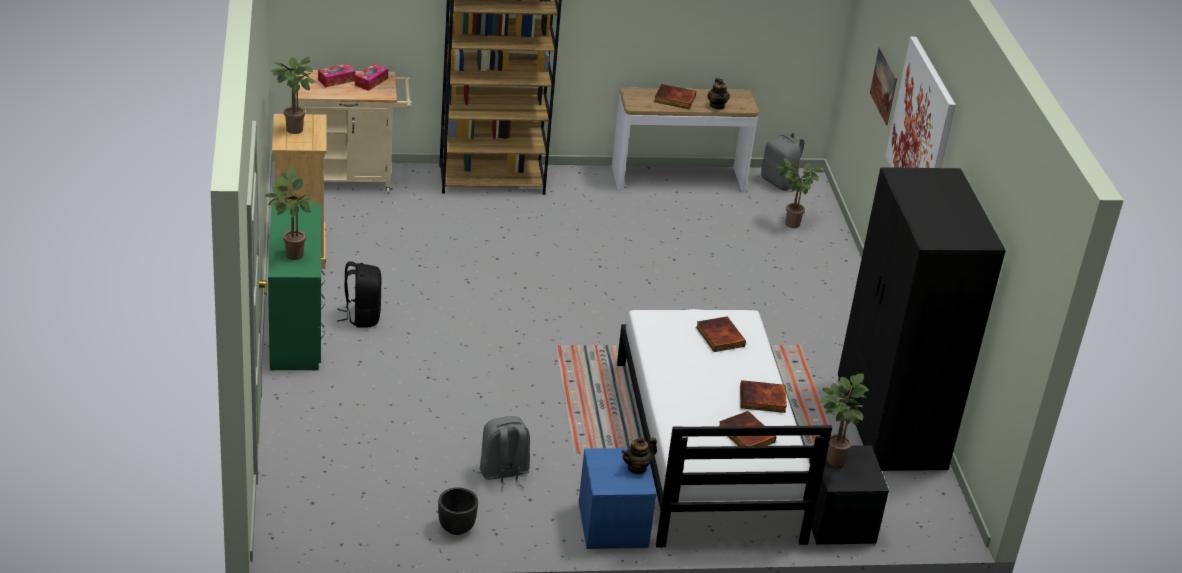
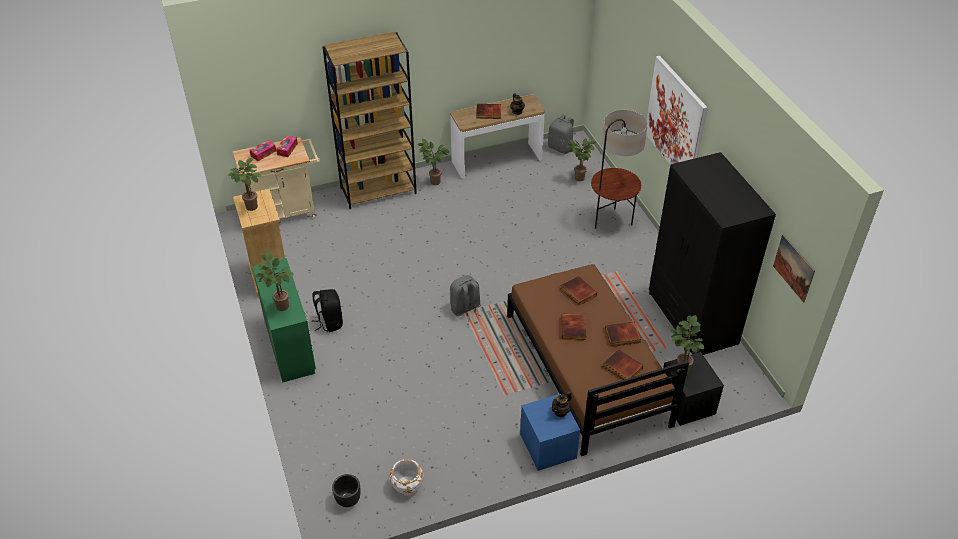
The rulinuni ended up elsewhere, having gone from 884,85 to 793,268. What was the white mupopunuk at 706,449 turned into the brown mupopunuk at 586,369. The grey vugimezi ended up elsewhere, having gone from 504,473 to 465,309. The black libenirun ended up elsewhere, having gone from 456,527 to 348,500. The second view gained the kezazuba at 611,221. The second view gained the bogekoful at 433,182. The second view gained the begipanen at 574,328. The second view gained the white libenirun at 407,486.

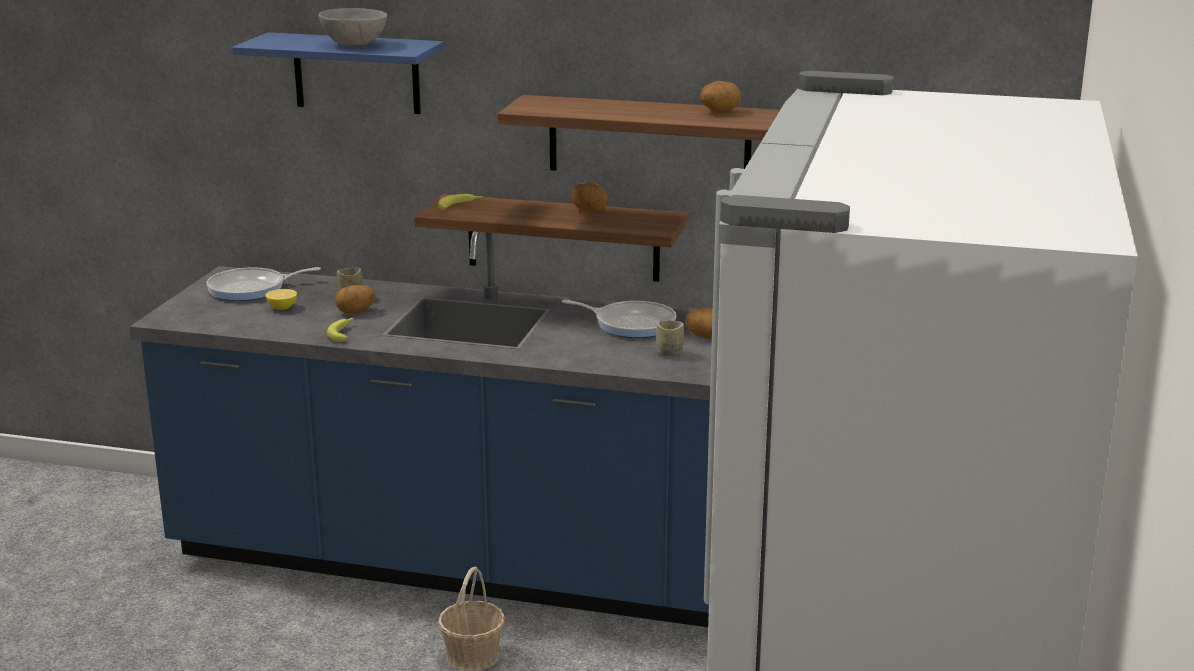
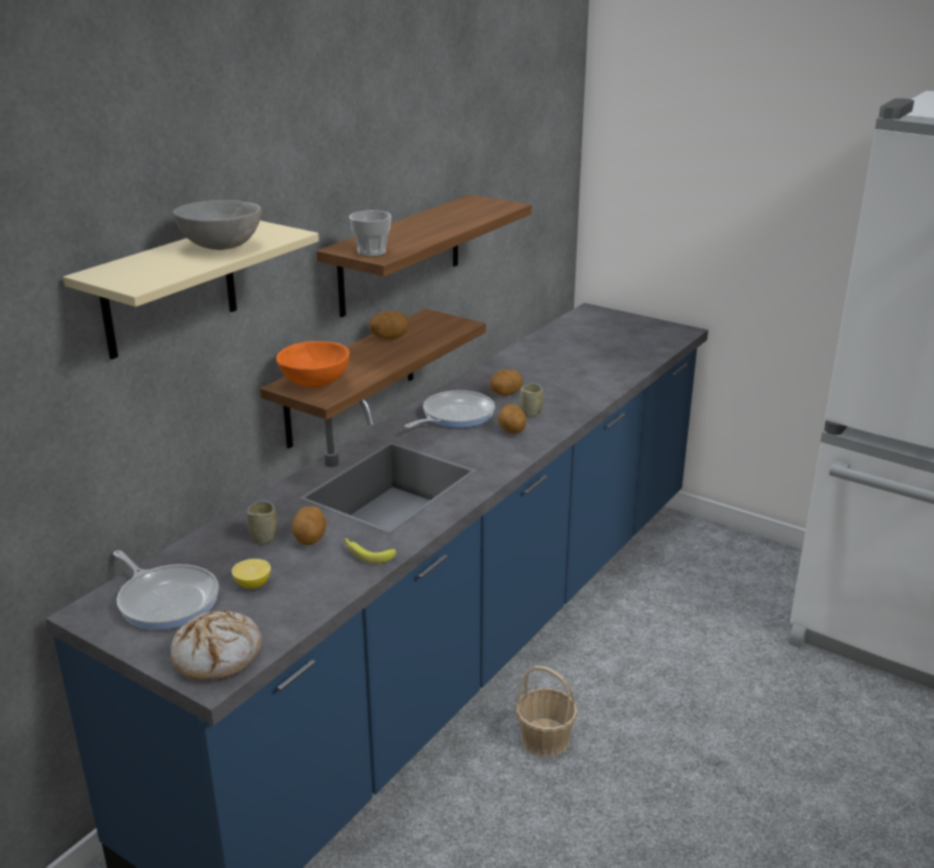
What was the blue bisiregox at 356,73 turned into the beige bisiregox at 170,289. The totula ended up elsewhere, having gone from 719,112 to 511,431. Where the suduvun stood at 460,206, the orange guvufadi came to stand at 315,384. The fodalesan at 251,289 ended up facing another way, 45 degrees counterclockwise from before. The second view gained the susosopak at 371,252. The second view gained the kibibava at 218,655.

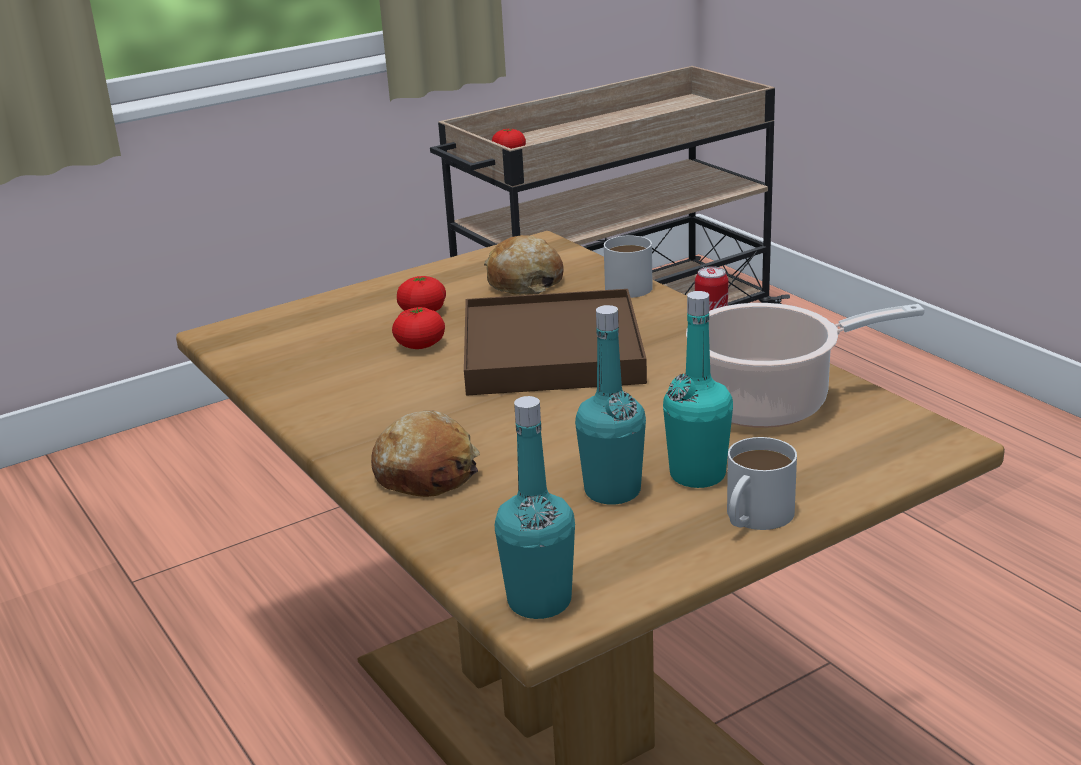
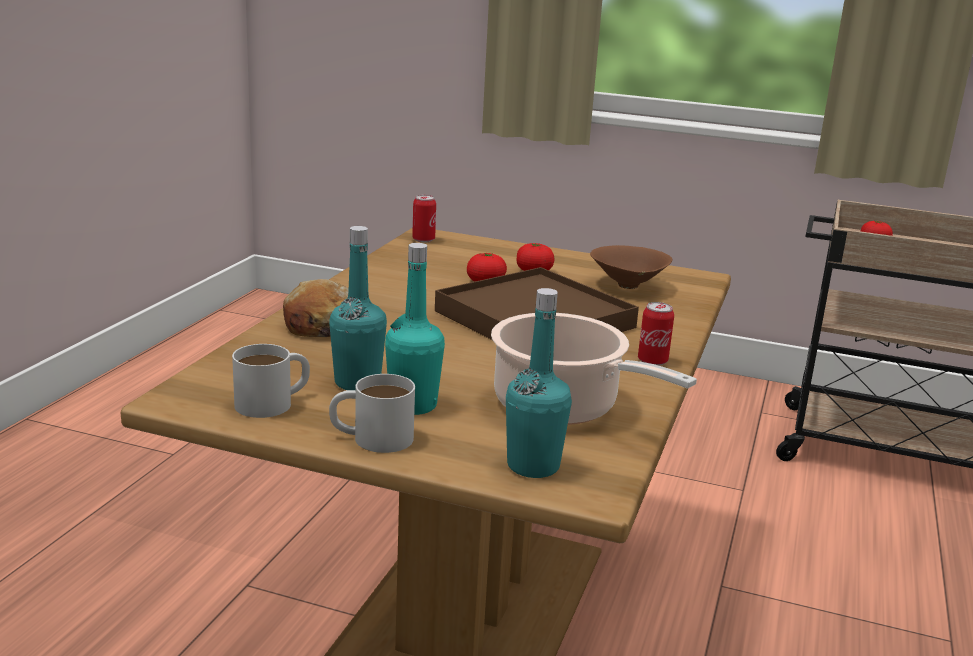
Where the kibibava stood at 524,282, the brown guvufadi came to stand at 628,287. The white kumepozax ended up elsewhere, having gone from 628,284 to 273,402. The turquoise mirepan ended up elsewhere, having gone from 539,601 to 533,466. The second view gained the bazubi at 423,240.

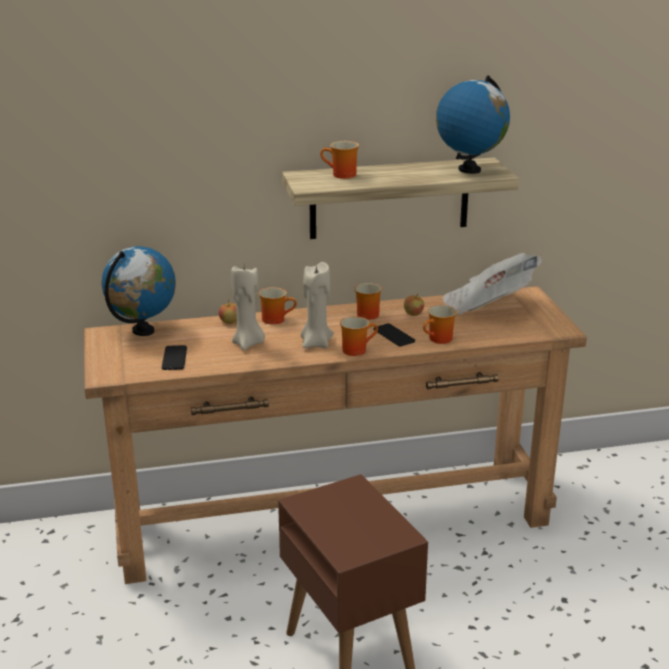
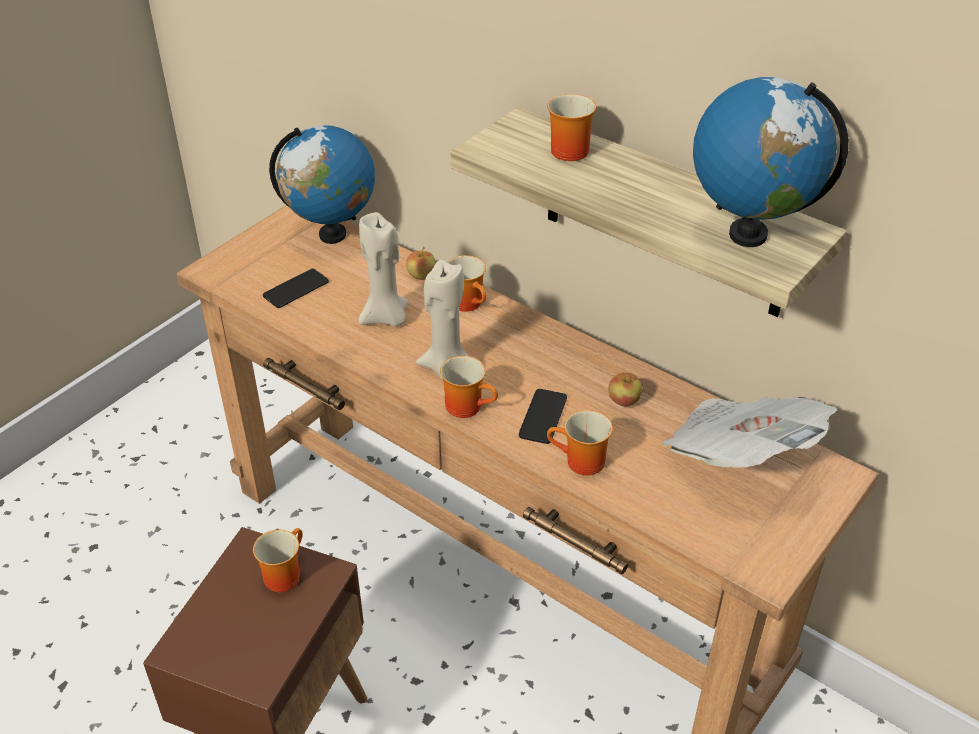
The kumepozax ended up elsewhere, having gone from 365,314 to 282,573.

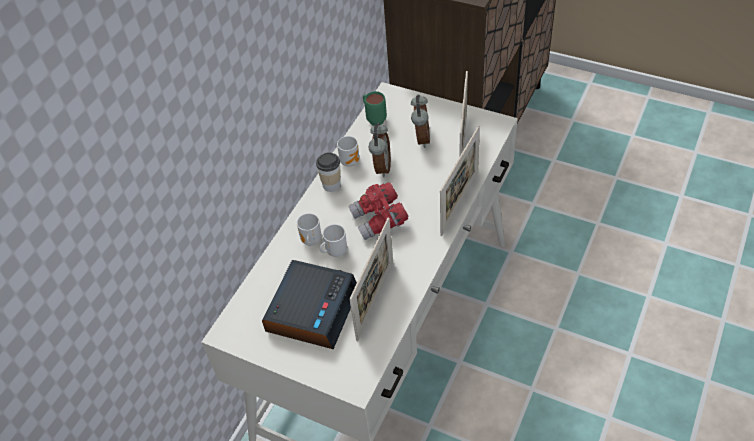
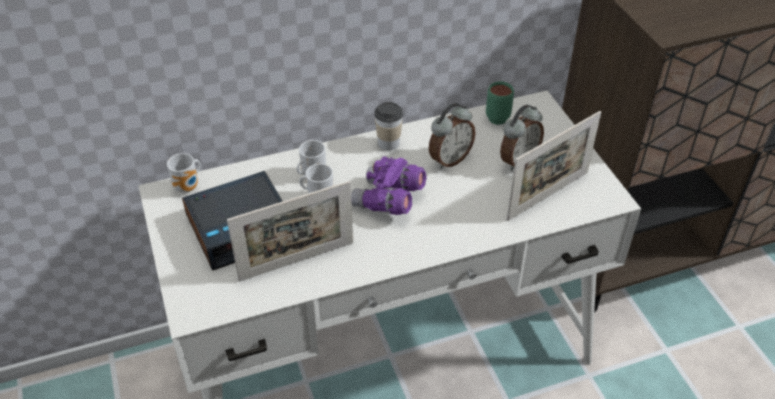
The second view lost the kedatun at 459,203. The kumepozax ended up elsewhere, having gone from 350,161 to 188,187. What was the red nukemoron at 379,220 turned into the purple nukemoron at 388,201.

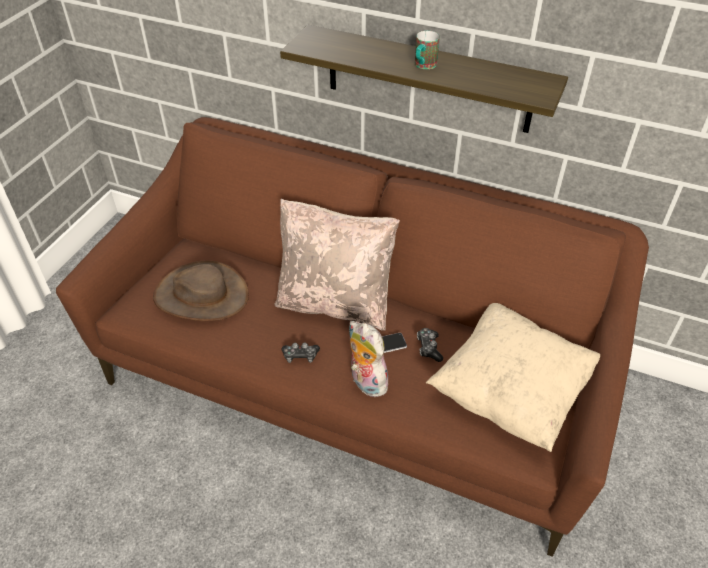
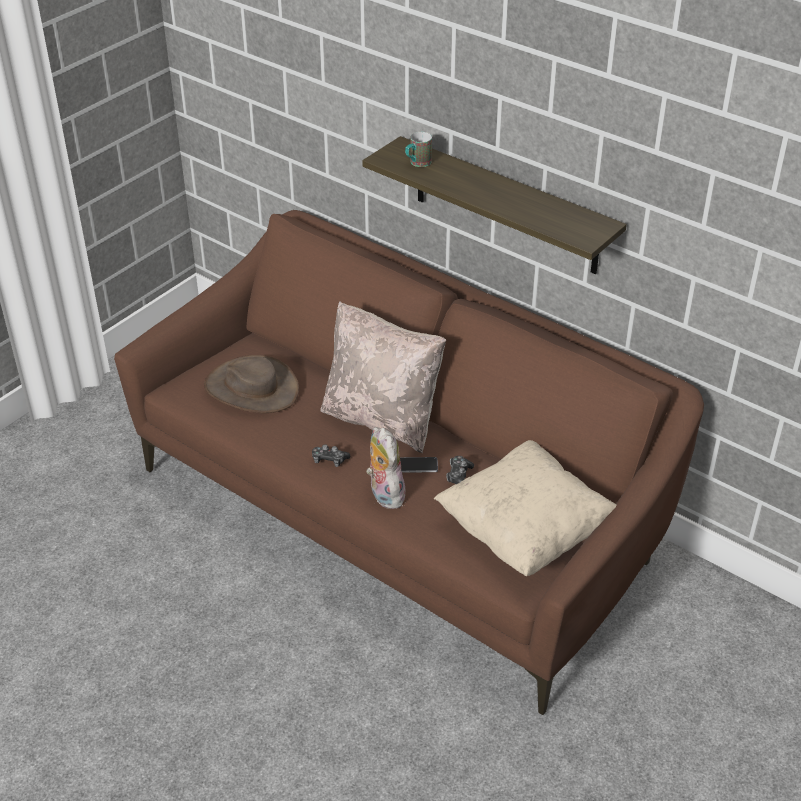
The kumepozax ended up elsewhere, having gone from 423,66 to 417,163.

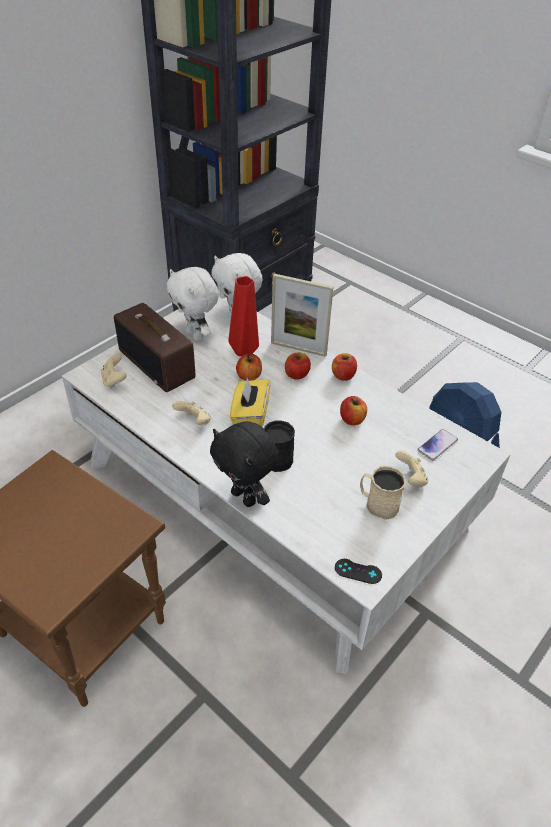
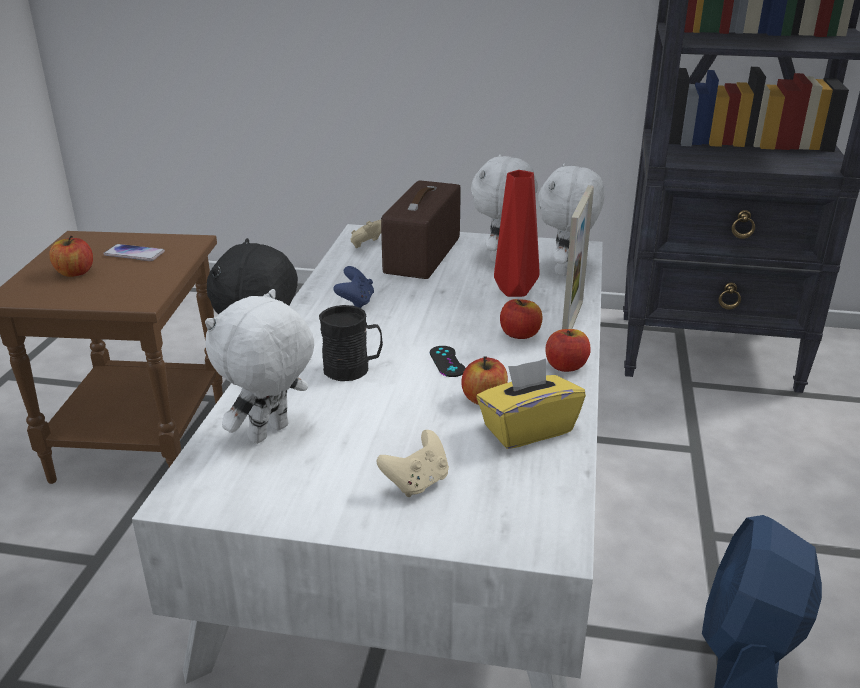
The kedatun at 298,348 ended up facing another way, 150 degrees counterclockwise from before. The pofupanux ended up elsewhere, having gone from 249,376 to 75,273. The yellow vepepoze ended up elsewhere, having gone from 250,416 to 527,429. What was the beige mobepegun at 194,421 turned into the blue mobepegun at 355,302. The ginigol ended up elsewhere, having gone from 437,445 to 134,254. The second view lost the beige kumepozax at 378,504. The black mobepegun ended up elsewhere, having gone from 358,571 to 447,361. The second view gained the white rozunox at 270,434.

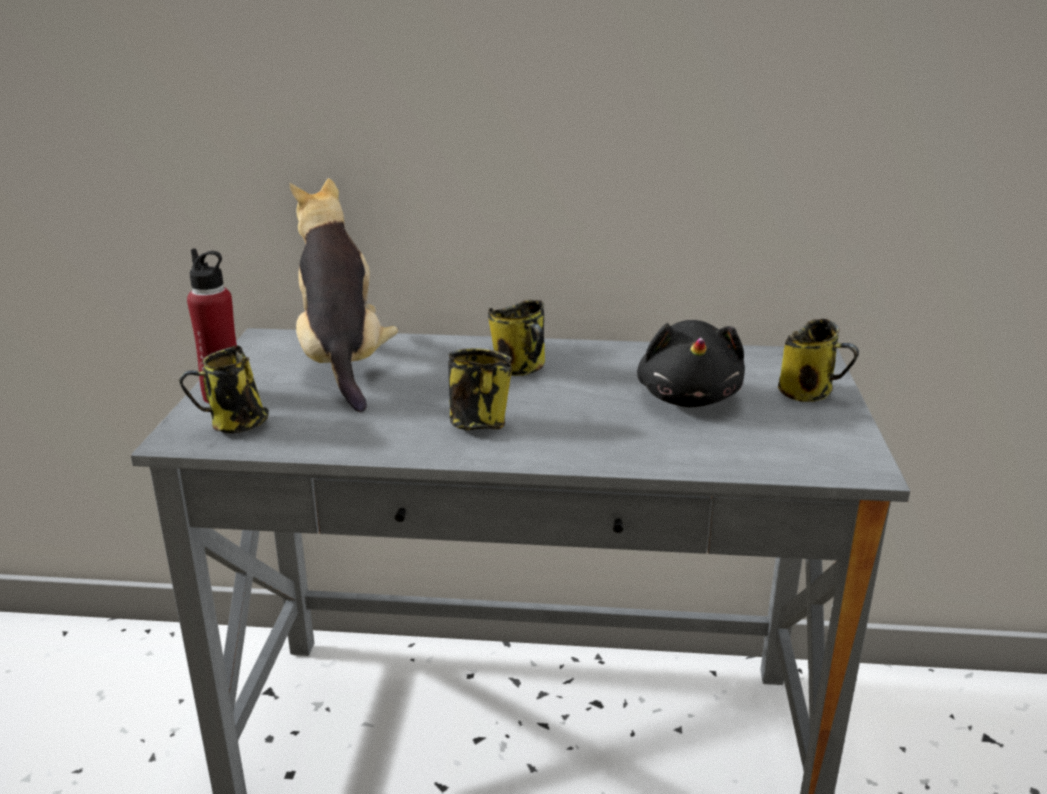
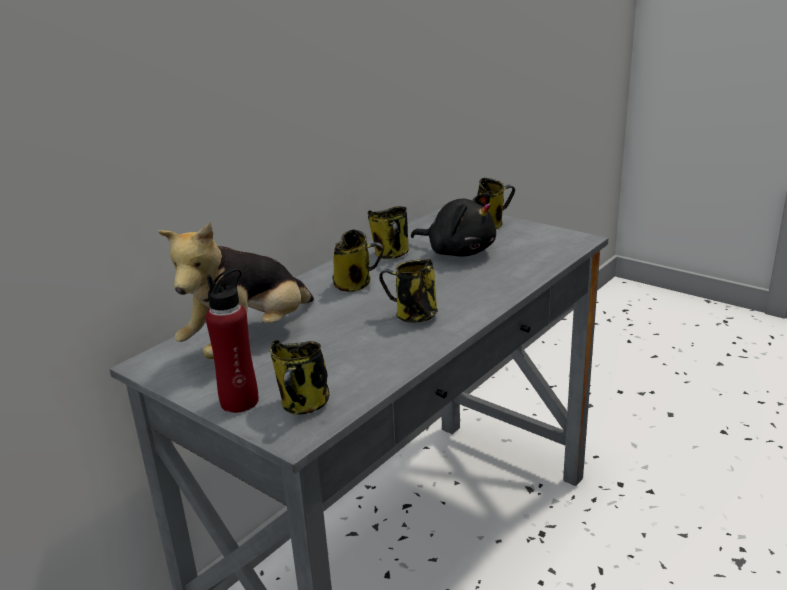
The rozunox at 343,362 ended up facing another way, 75 degrees counterclockwise from before. The second view gained the kumepozax at 392,254.

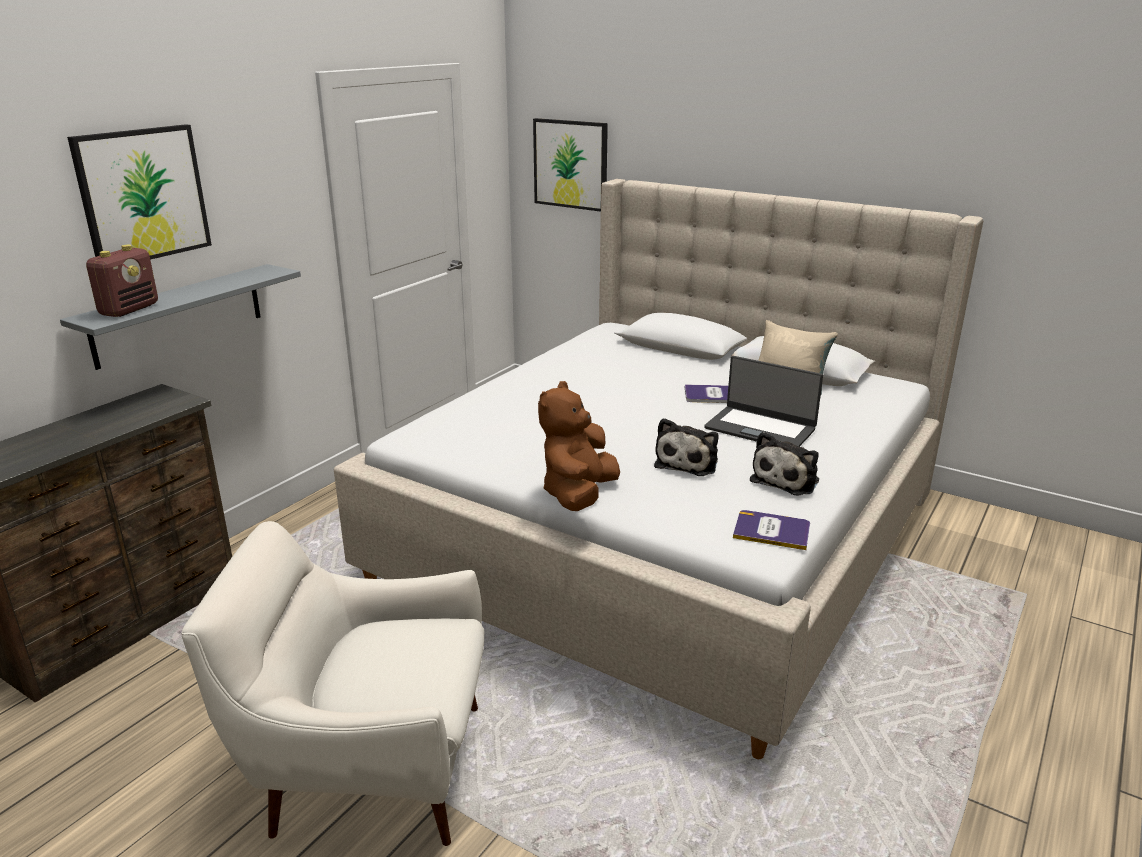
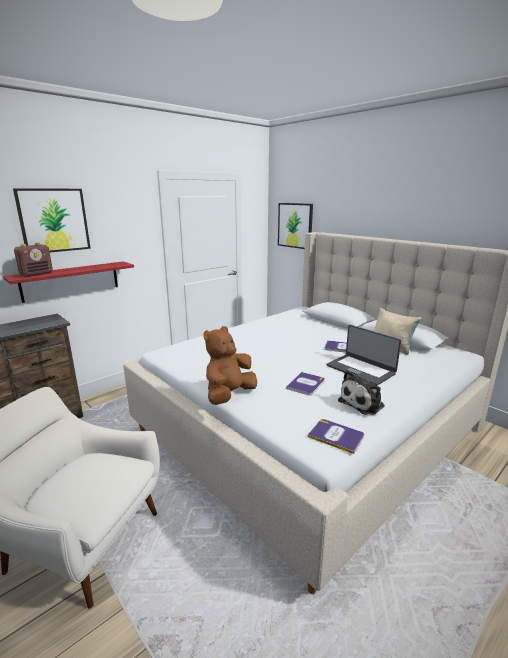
What was the grey bisiregox at 178,315 turned into the red bisiregox at 71,281. Where the rozunox stood at 688,462, the begipanen came to stand at 306,384.

